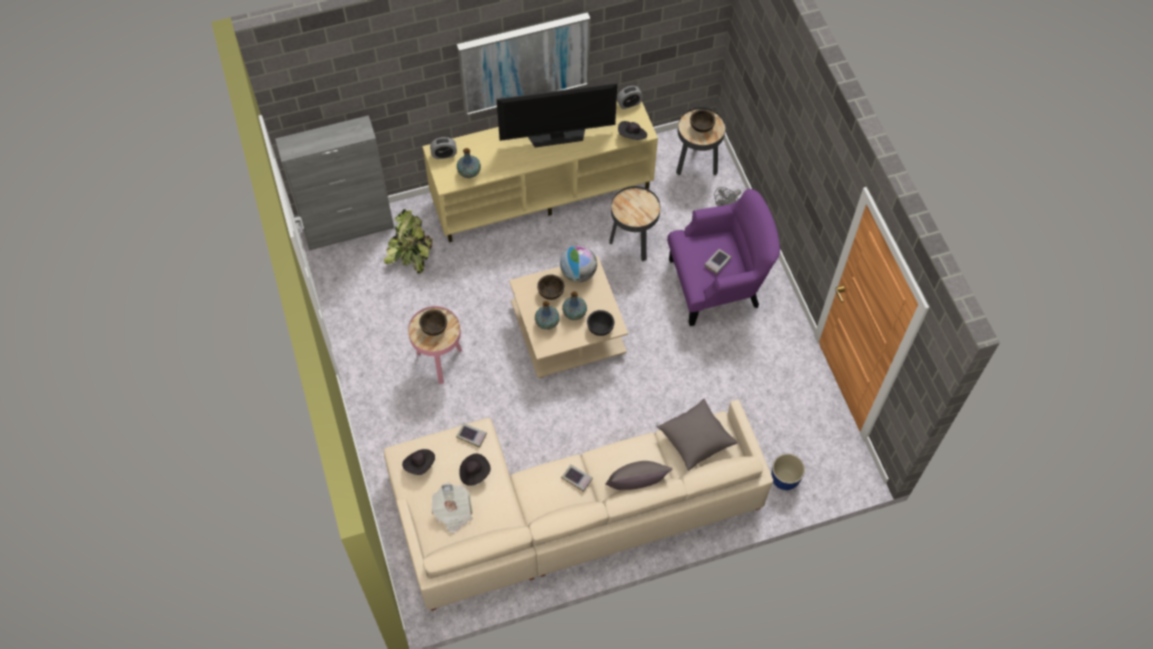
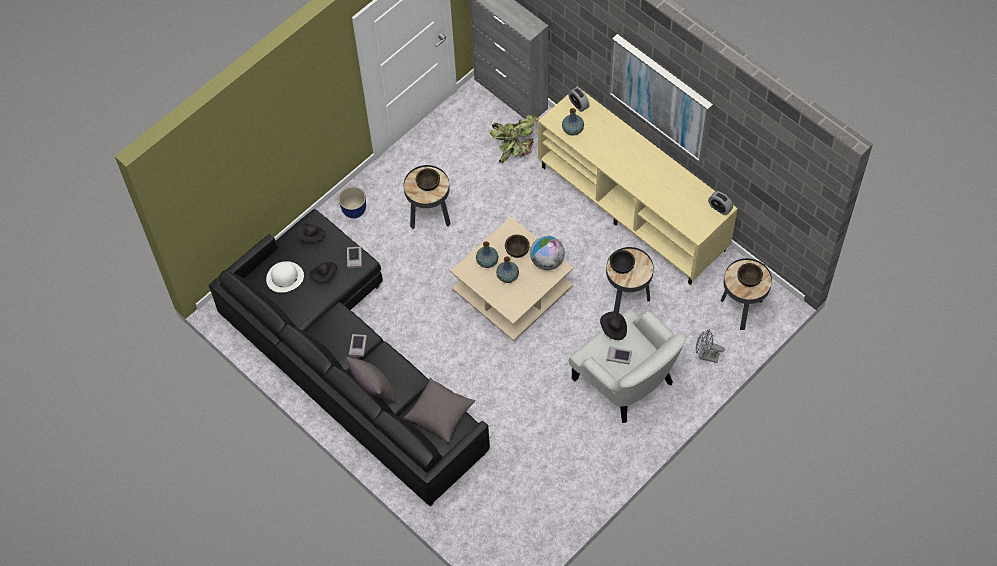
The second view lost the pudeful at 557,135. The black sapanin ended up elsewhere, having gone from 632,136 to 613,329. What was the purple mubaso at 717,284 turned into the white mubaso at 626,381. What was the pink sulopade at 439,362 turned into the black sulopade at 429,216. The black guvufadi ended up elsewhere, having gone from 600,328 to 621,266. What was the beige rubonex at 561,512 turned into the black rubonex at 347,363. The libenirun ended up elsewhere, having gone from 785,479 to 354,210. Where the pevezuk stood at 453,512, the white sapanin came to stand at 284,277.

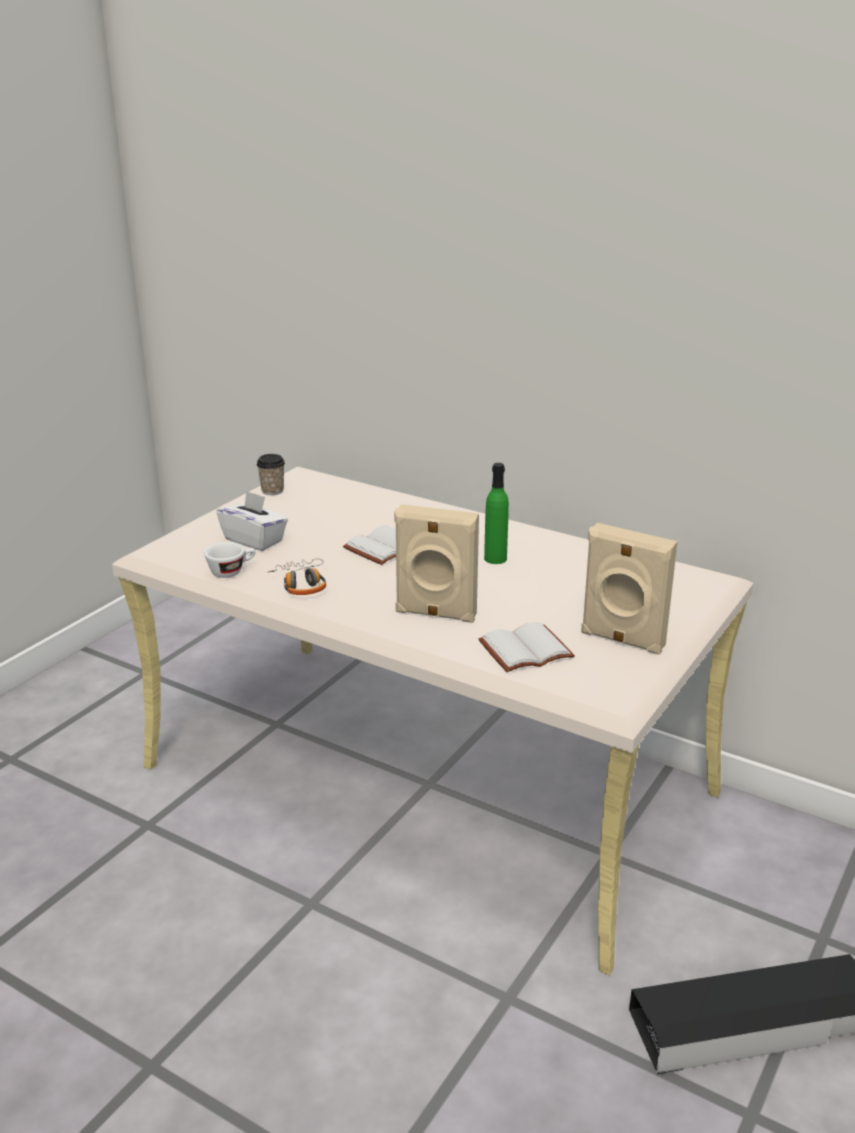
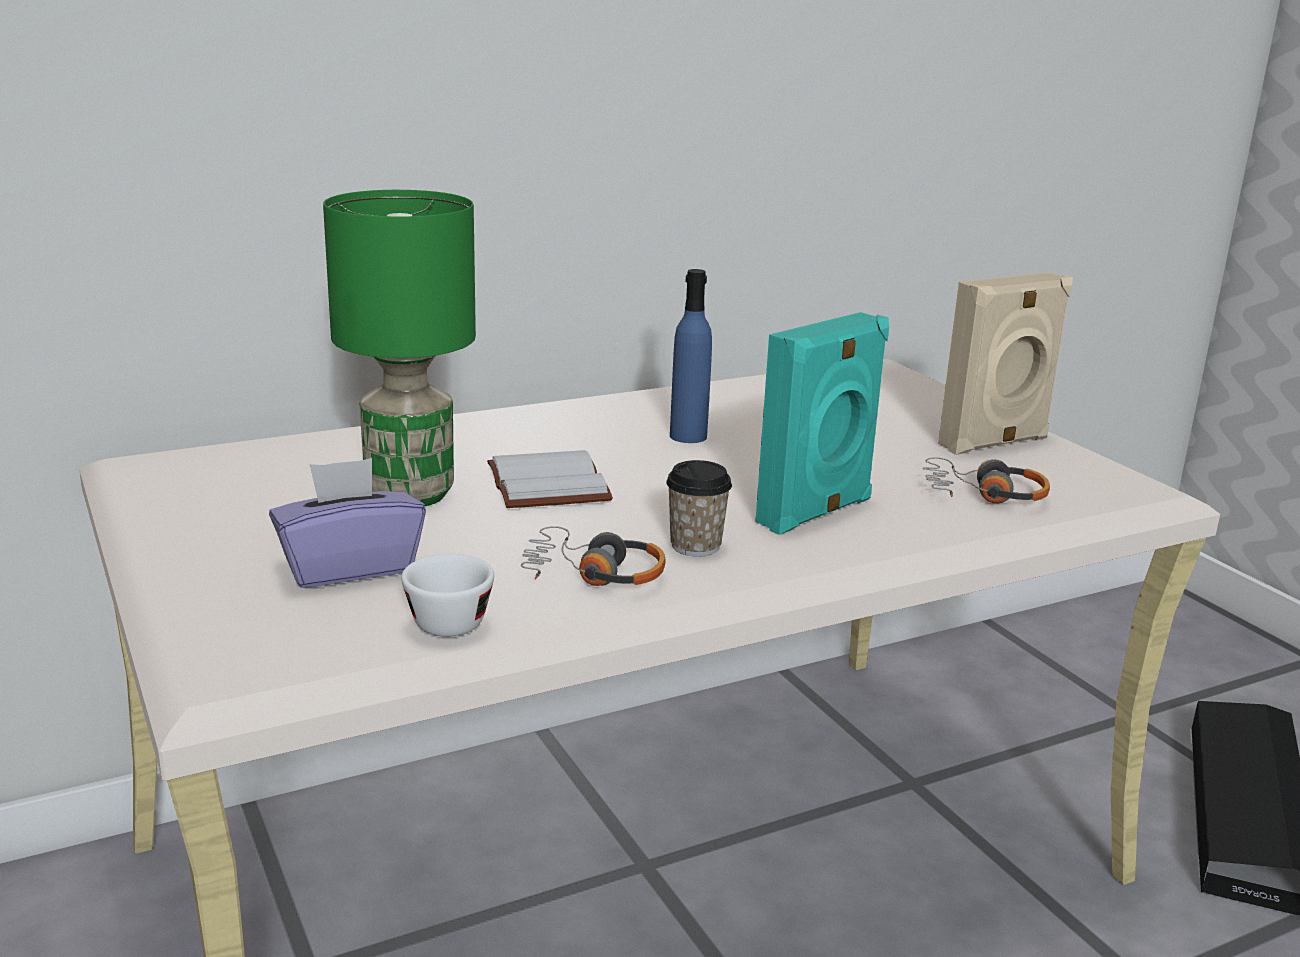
The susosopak ended up elsewhere, having gone from 272,491 to 695,546. What was the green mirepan at 495,559 turned into the blue mirepan at 688,436. What was the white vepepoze at 254,540 turned into the purple vepepoze at 349,567. What was the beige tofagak at 435,614 turned into the turquoise tofagak at 817,513. Where the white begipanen stood at 525,652, the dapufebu came to stand at 983,495. The second view gained the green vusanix at 412,494.

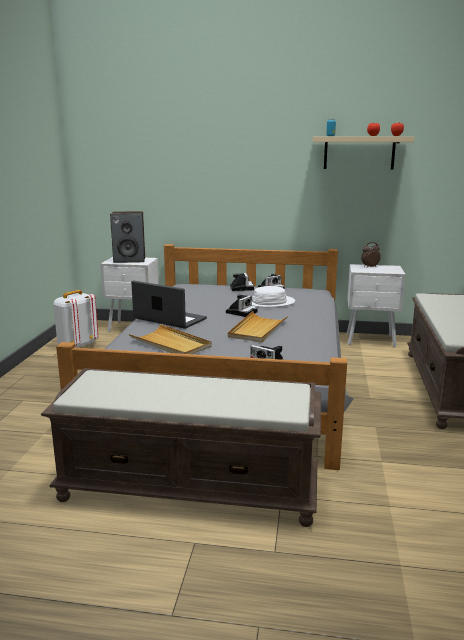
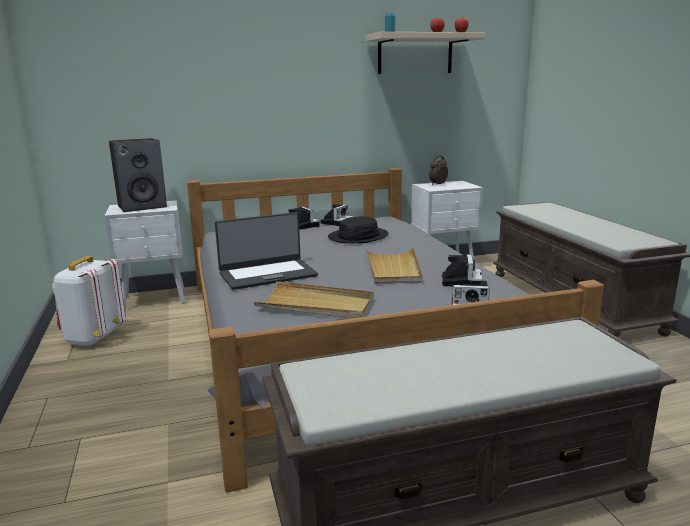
The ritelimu at 169,319 ended up facing another way, 150 degrees clockwise from before. What was the white sapanin at 269,302 turned into the black sapanin at 358,237. The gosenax ended up elsewhere, having gone from 241,312 to 461,281.

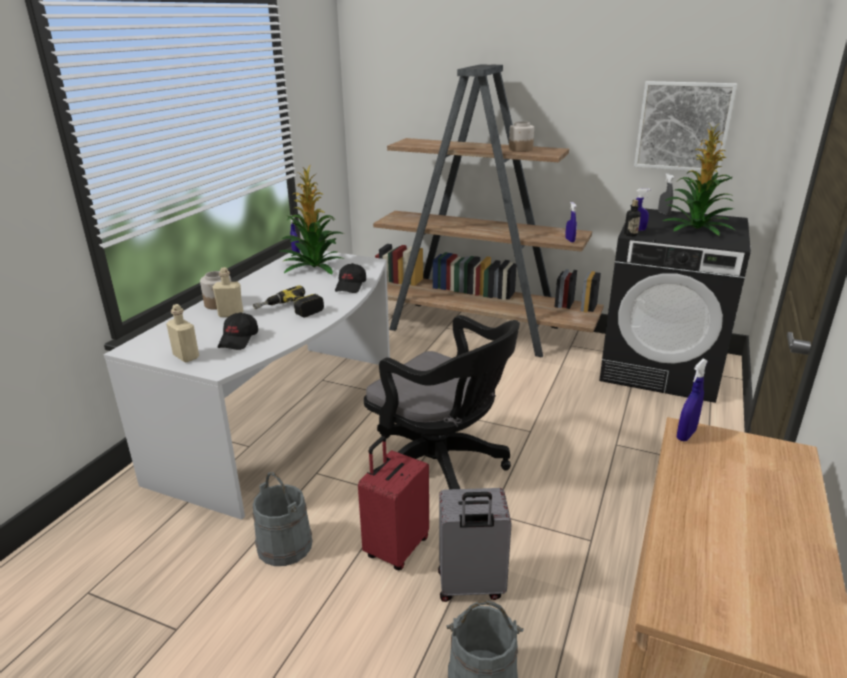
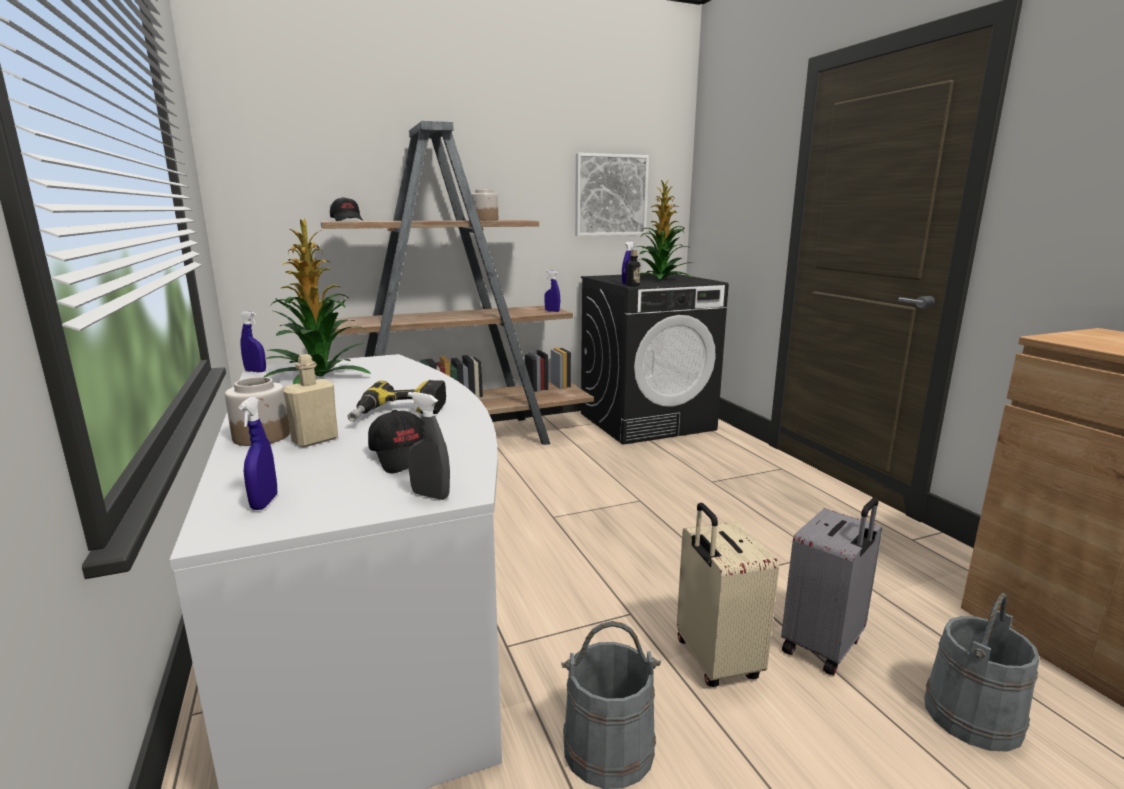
The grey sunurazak ended up elsewhere, having gone from 663,213 to 430,495. The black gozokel ended up elsewhere, having gone from 351,286 to 347,220. The second view lost the beige mirepan at 186,356. The second view lost the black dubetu at 441,468. The blue sunurazak ended up elsewhere, having gone from 686,435 to 264,502. What was the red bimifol at 395,547 turned into the beige bimifol at 715,661.

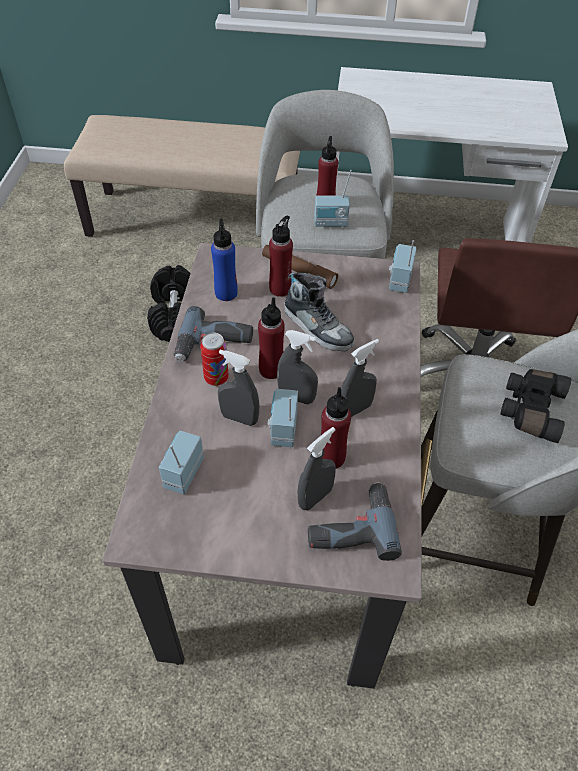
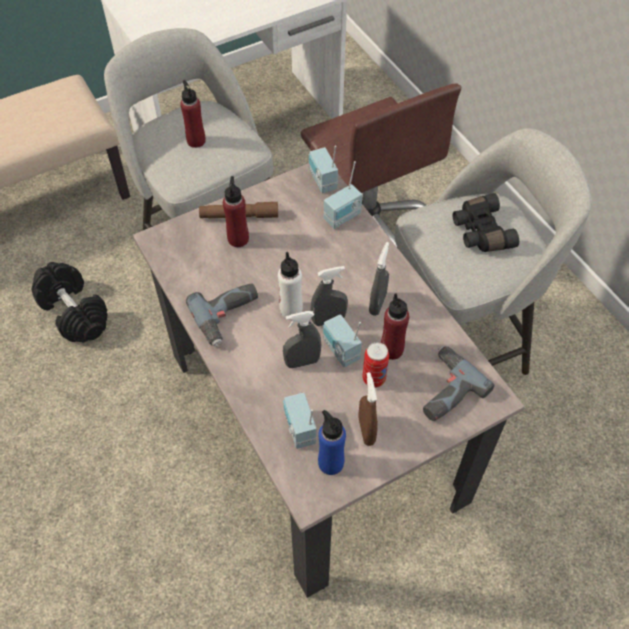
The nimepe ended up elsewhere, having gone from 330,224 to 343,217. The blue mirepan ended up elsewhere, having gone from 226,293 to 331,463. The second view lost the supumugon at 318,327. What was the red mirepan at 271,369 turned into the white mirepan at 291,310. The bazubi ended up elsewhere, having gone from 216,378 to 374,379. The second view lost the grey sunurazak at 315,497. The second view gained the brown sunurazak at 366,431.

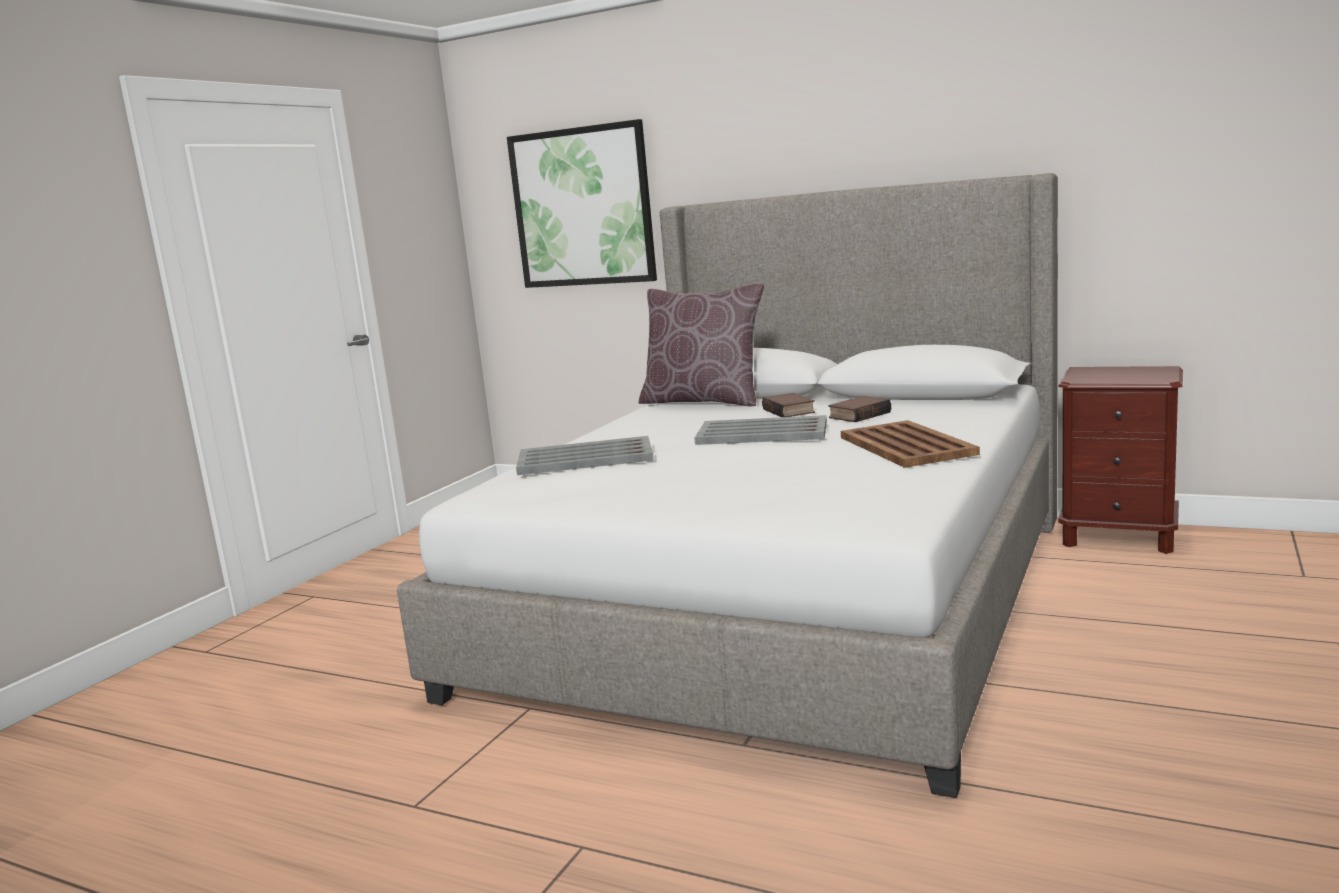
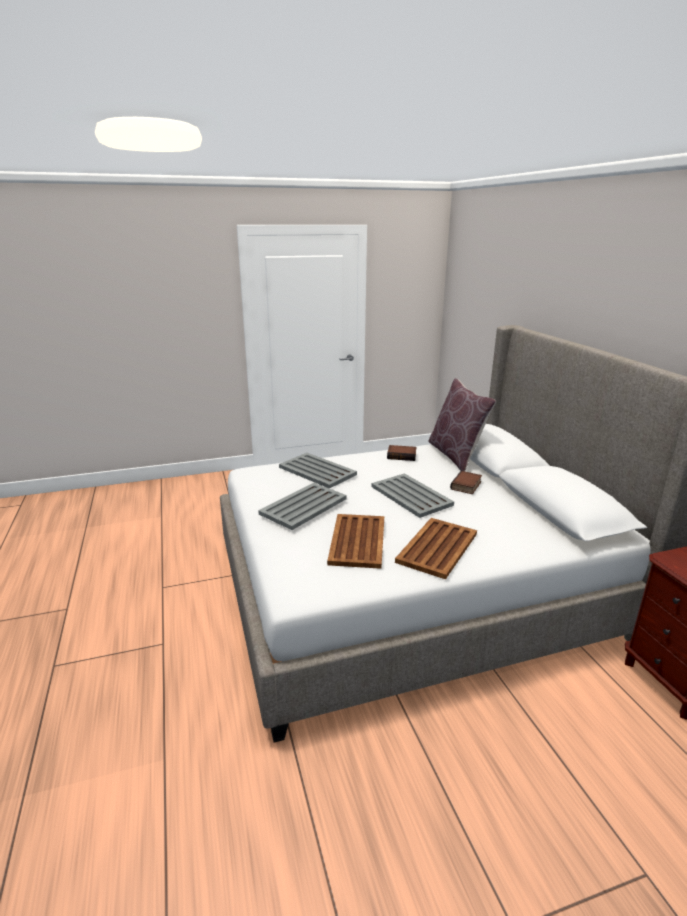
The second view lost the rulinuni at 582,207. The begipanen ended up elsewhere, having gone from 859,414 to 402,455. The second view gained the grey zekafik at 304,506. The second view gained the brown zekafik at 358,540.

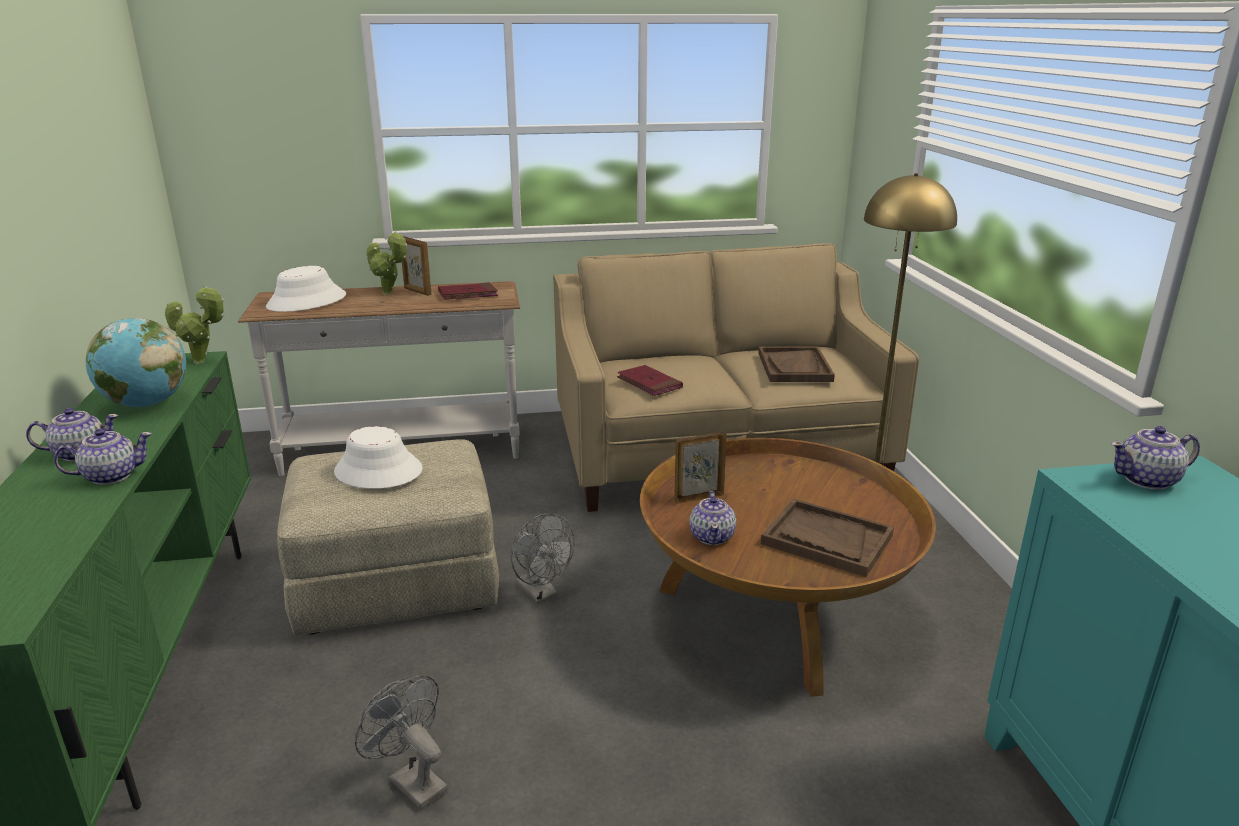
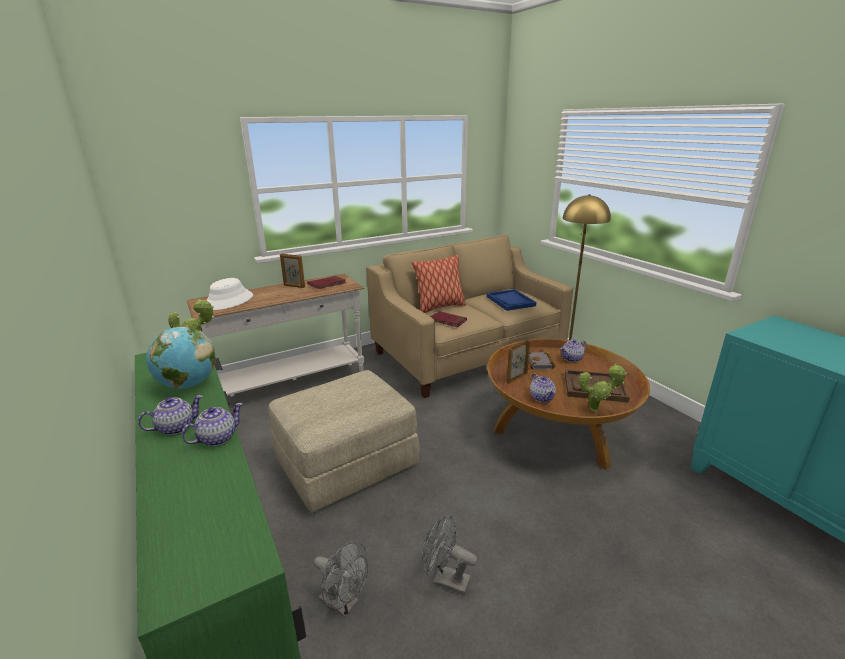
The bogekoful ended up elsewhere, having gone from 389,294 to 596,409. What was the brown zekafik at 794,367 turned into the blue zekafik at 510,301. The second view lost the white sapanin at 378,471. The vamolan ended up elsewhere, having gone from 1147,480 to 572,359. The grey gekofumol ended up elsewhere, having gone from 541,593 to 344,603. The second view gained the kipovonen at 439,307. The second view gained the grey begipanen at 541,363.

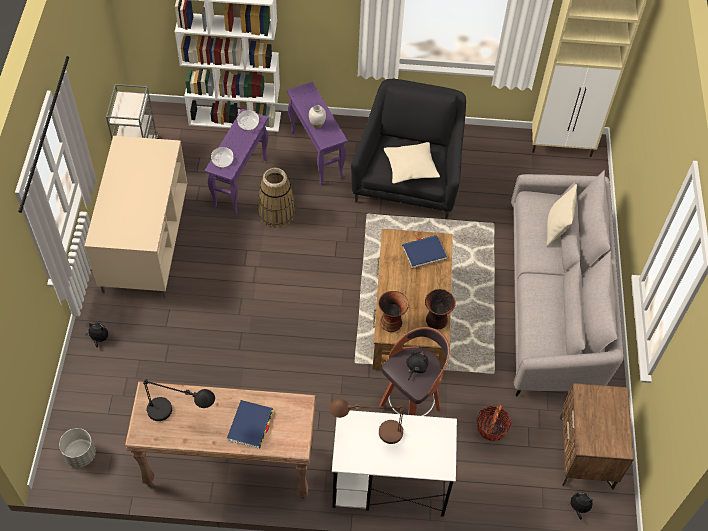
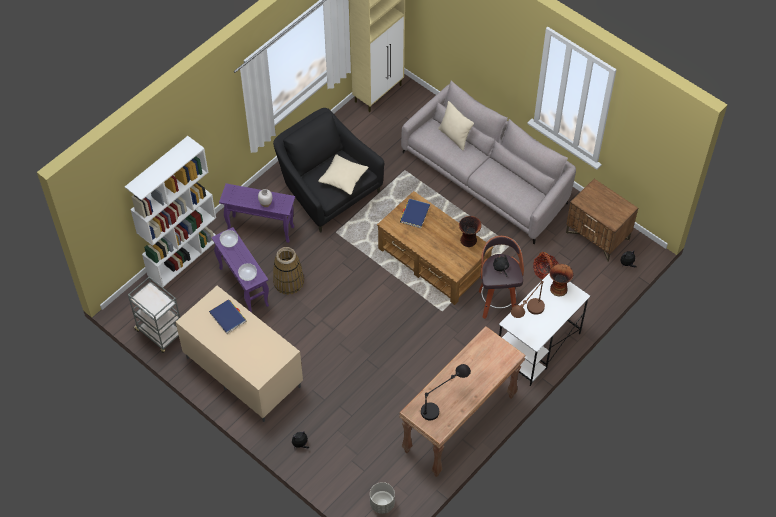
The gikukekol ended up elsewhere, having gone from 391,322 to 558,288. The blue begipanen ended up elsewhere, having gone from 250,425 to 228,317.

